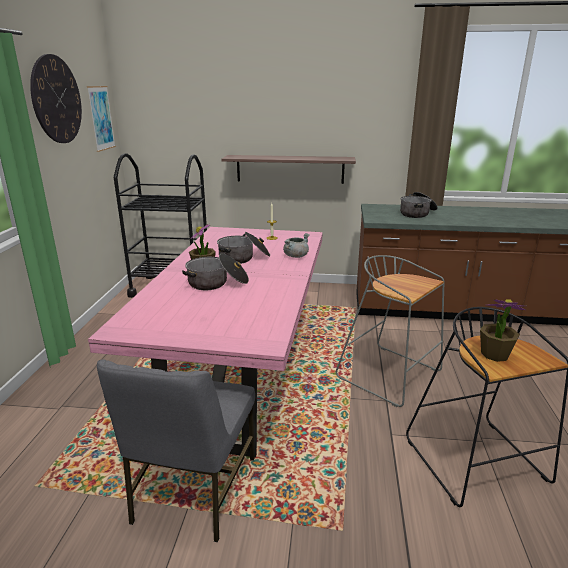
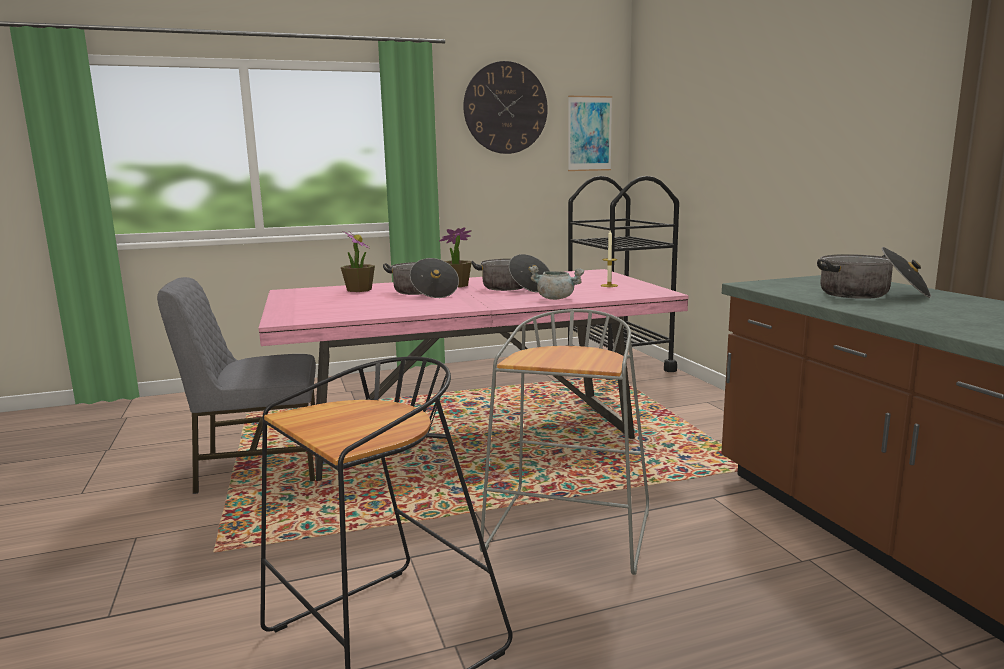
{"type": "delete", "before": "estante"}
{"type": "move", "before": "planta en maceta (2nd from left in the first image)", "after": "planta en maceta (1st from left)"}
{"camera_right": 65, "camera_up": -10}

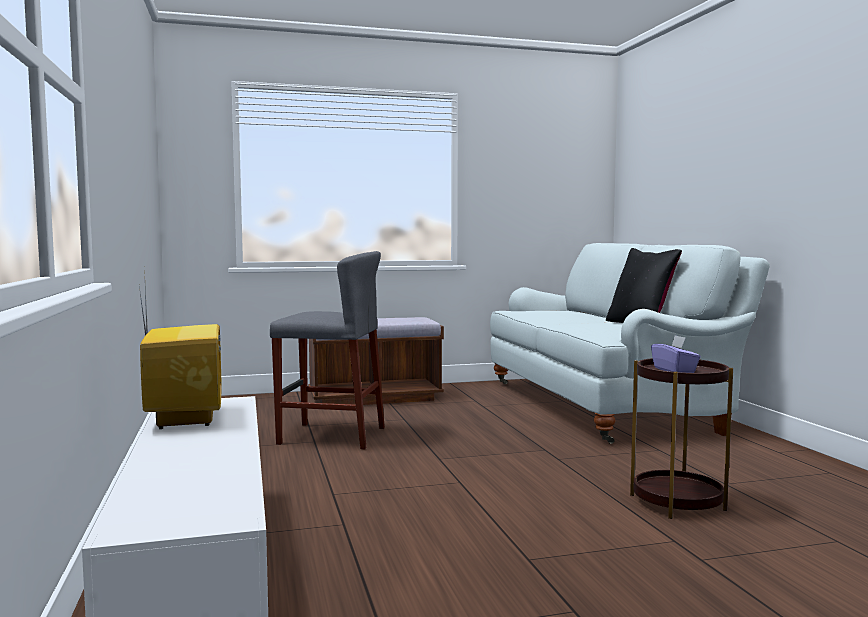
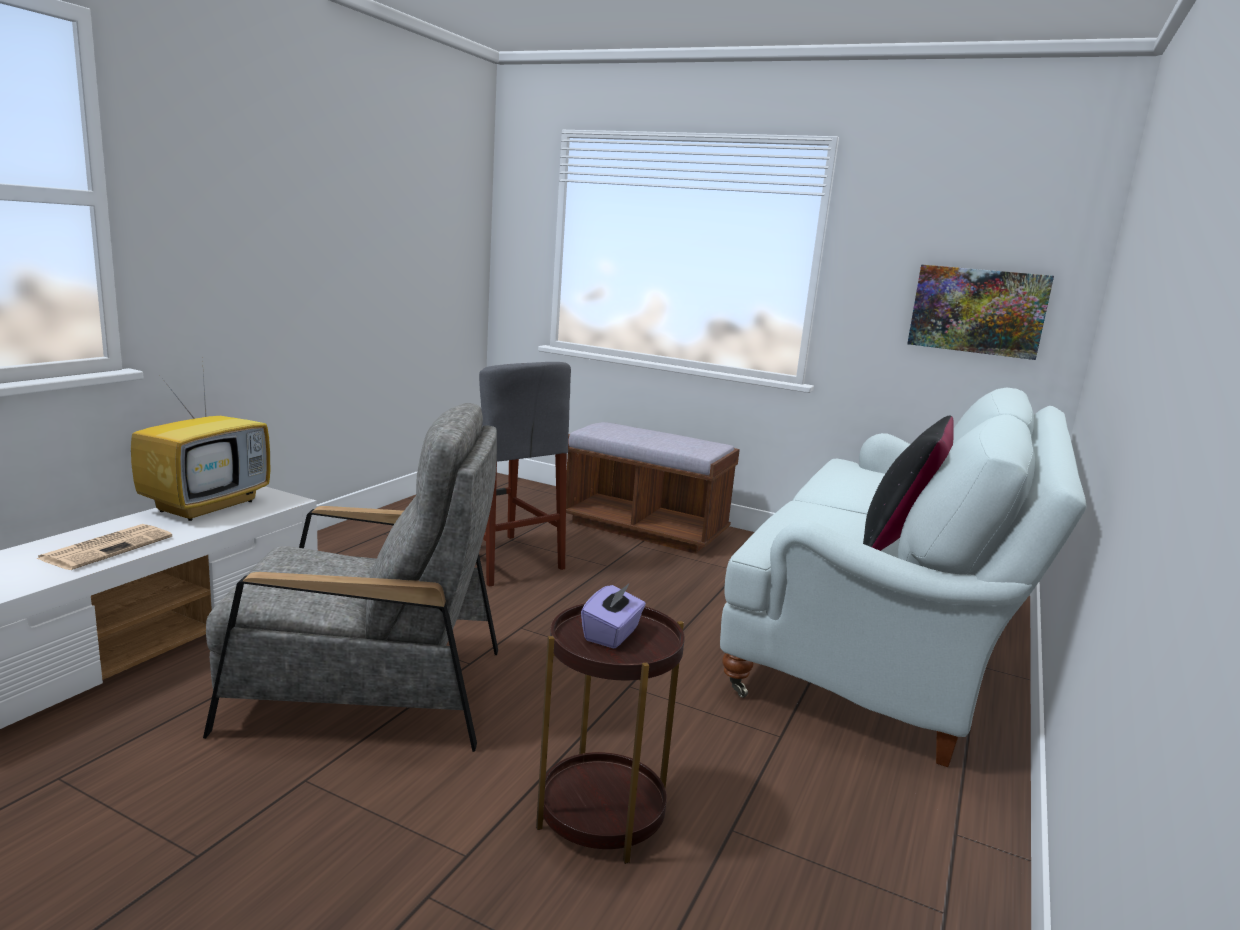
{"type": "insert", "after": "cuadro"}
{"type": "insert", "after": "sillón [gris]"}
{"type": "insert", "after": "periódico"}
{"camera_right": 40, "camera_up": 10}

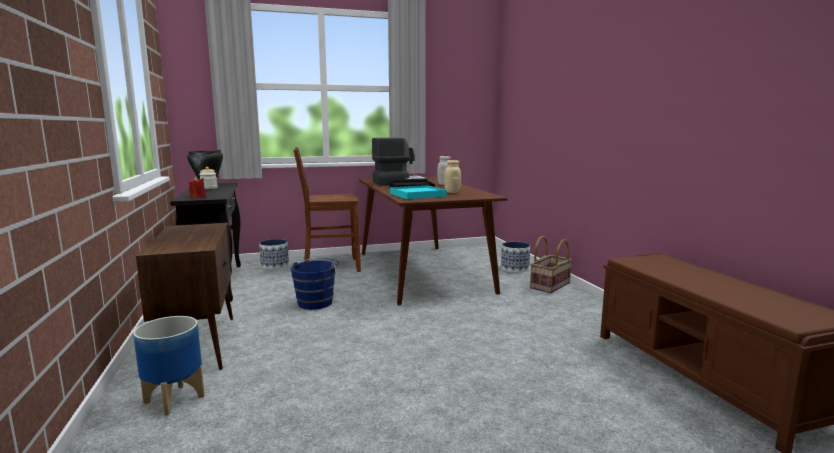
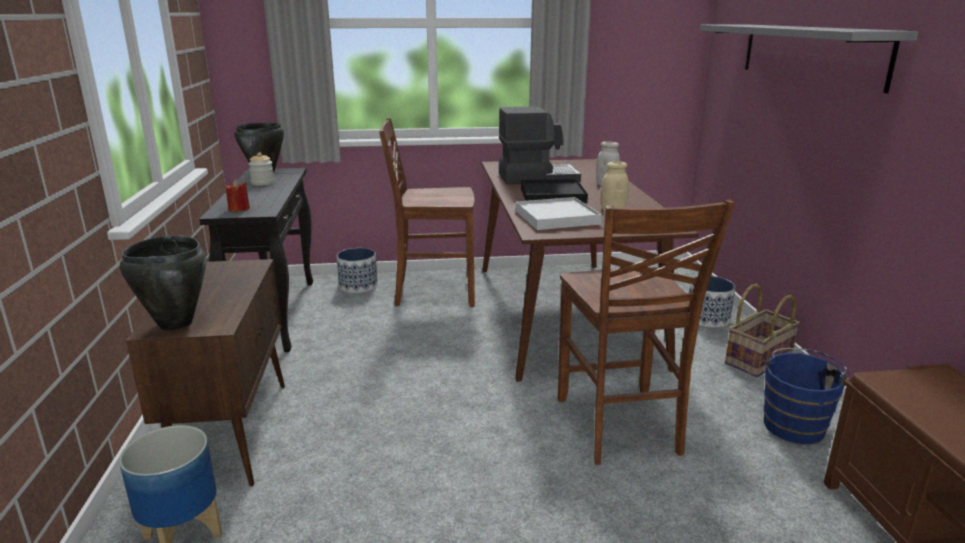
{"type": "recolor", "before": "bandeja [turquesa]", "after": "bandeja [blanco]"}
{"type": "move", "before": "cubo [azul]"}
{"type": "insert", "after": "estante [gris]"}
{"type": "insert", "after": "silla [marrón] (2nd from left)"}
{"type": "insert", "after": "olla [negro] (1st from left)"}
{"camera_right": 10, "camera_up": 10}

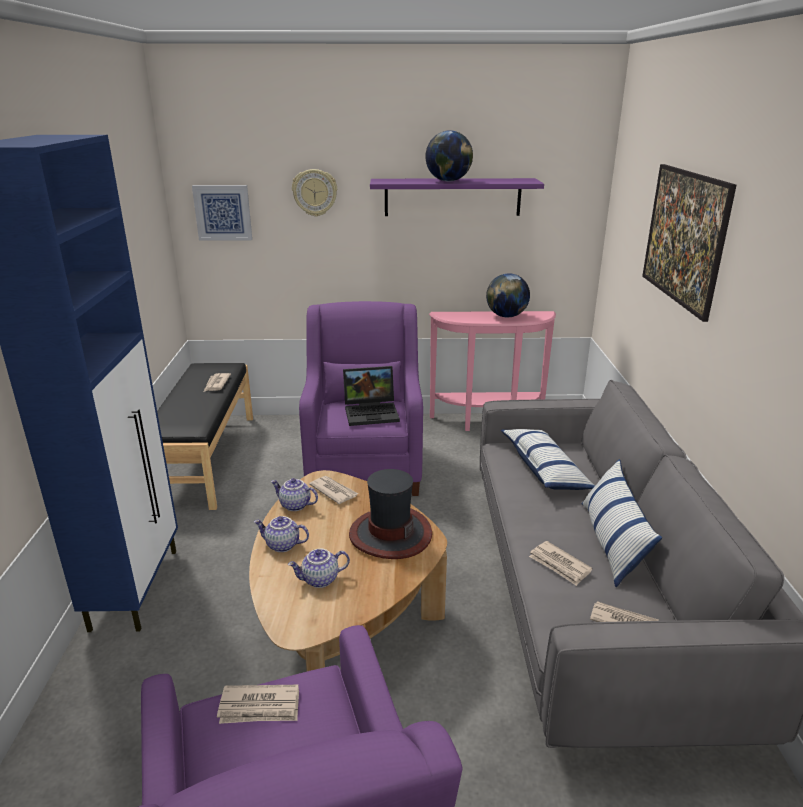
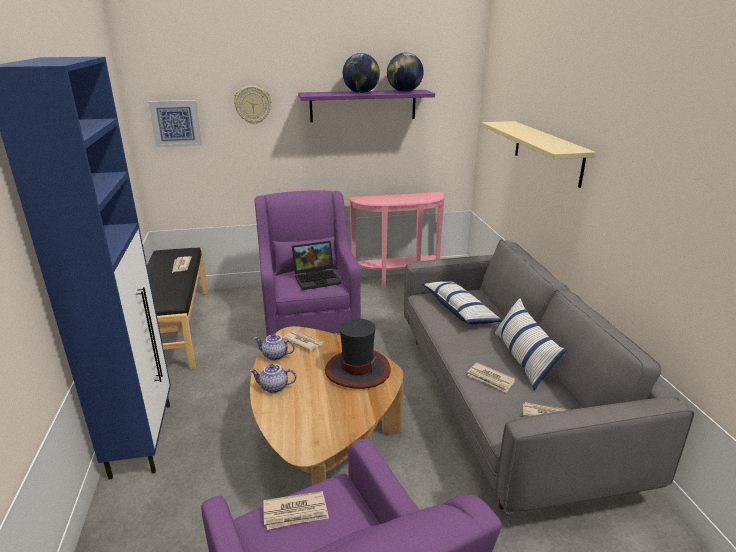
{"type": "replace", "before": "cuadro (2nd from left)", "after": "estante [beis]"}
{"type": "move", "before": "globo terráqueo (2nd from left)"}
{"type": "delete", "before": "tetera (3rd from left)"}
{"camera_right": -10, "camera_up": 0}

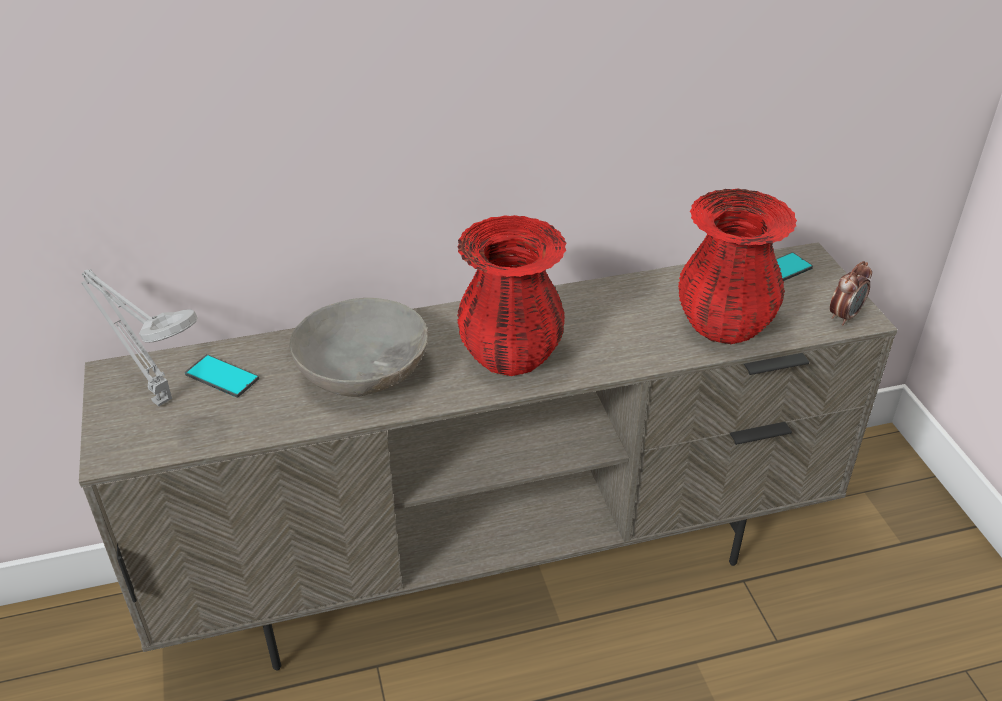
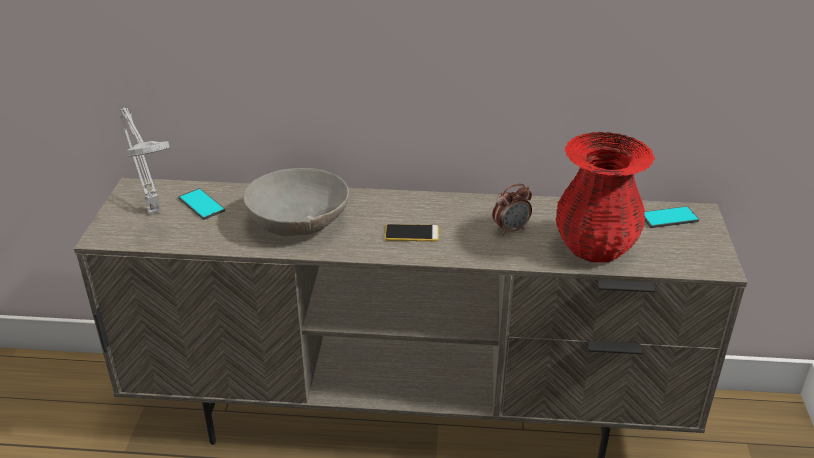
{"type": "replace", "before": "florero [rojo] (1st from left)", "after": "móvil (2nd from left)"}
{"type": "move", "before": "despertador"}
{"camera_right": 20, "camera_up": -5}

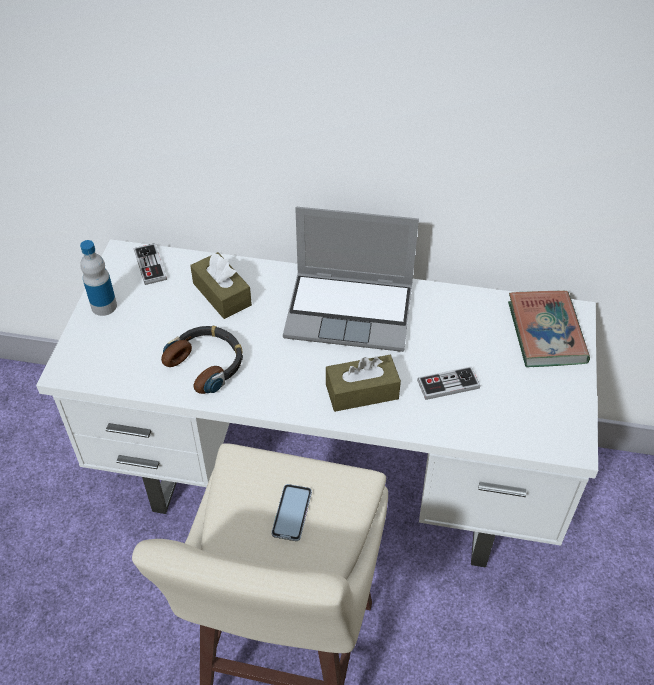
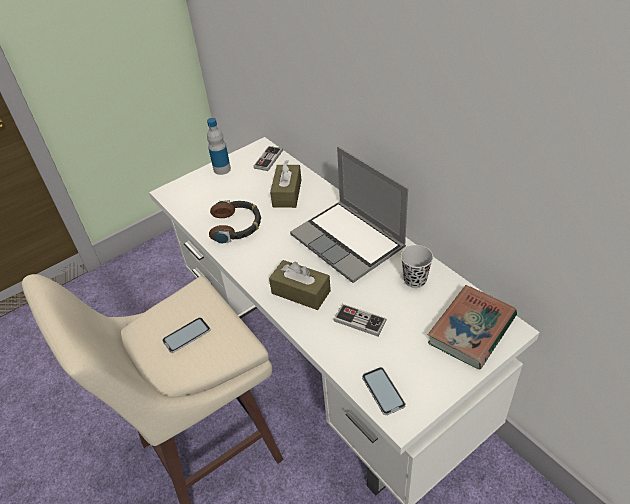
{"type": "insert", "after": "taza [negro]"}
{"type": "insert", "after": "móvil (2nd from left)"}
{"camera_right": 45, "camera_up": -5}

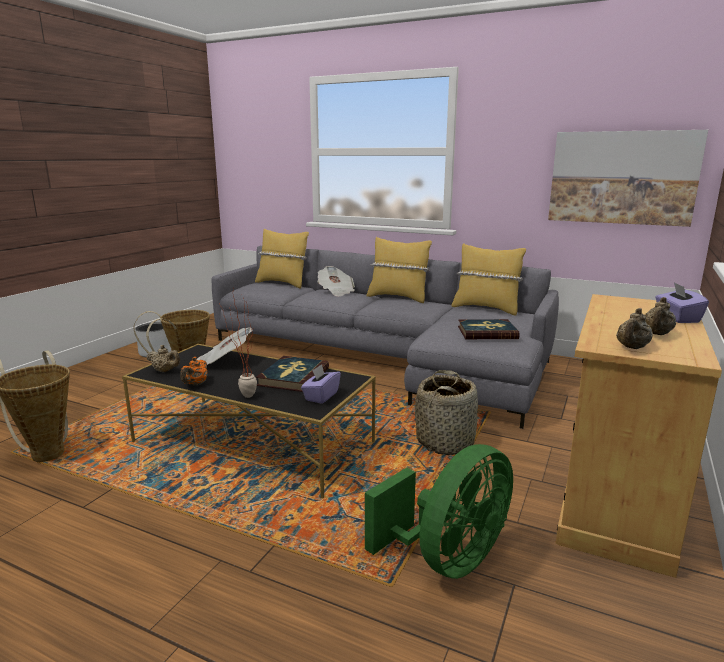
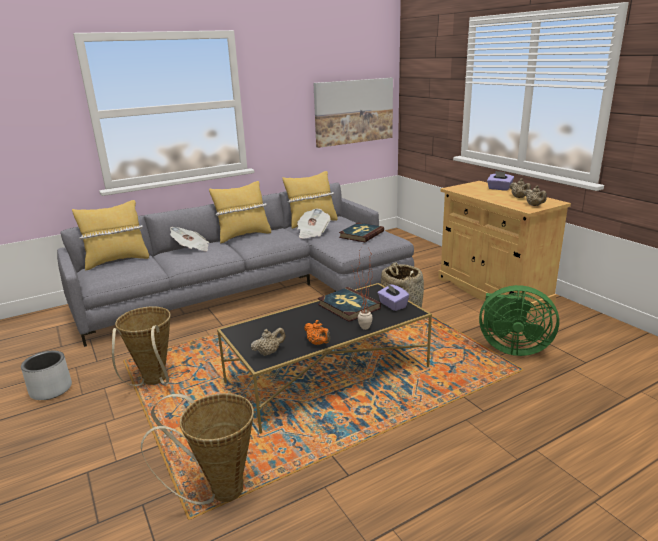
{"type": "move", "before": "periódico (1st from left in the first image)", "after": "periódico (2nd from left)"}
{"type": "rotate", "before": "ventilador [verde]", "turn": 120}
{"camera_right": -55, "camera_up": 5}

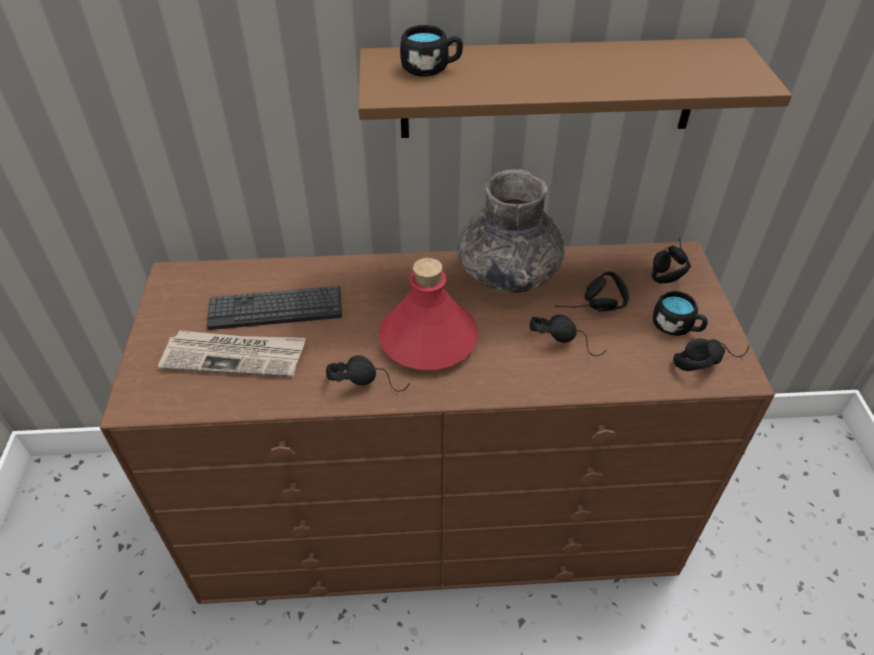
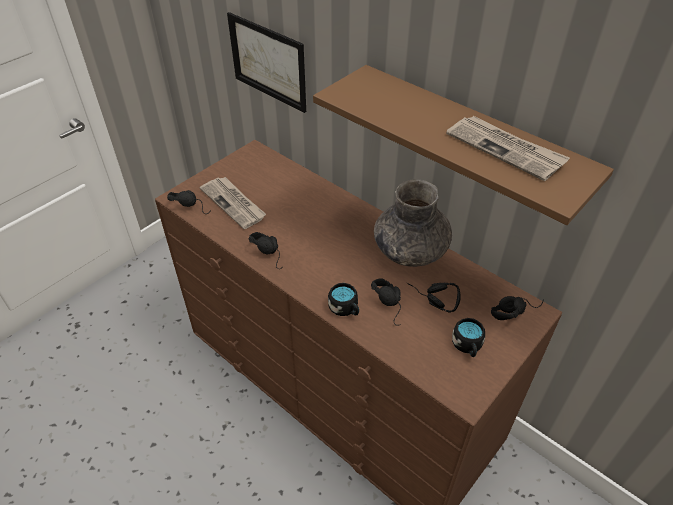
{"type": "move", "before": "taza grande [negro] (1st from left)"}
{"type": "delete", "before": "botella [rojo]"}
{"type": "delete", "before": "teclado"}
{"type": "move", "before": "auriculares [negro] (5th from left in the first image)", "after": "auriculares [negro] (1st from left)"}
{"type": "insert", "after": "cuadro"}
{"type": "insert", "after": "periódico (2nd from left)"}
{"camera_right": 45, "camera_up": 0}

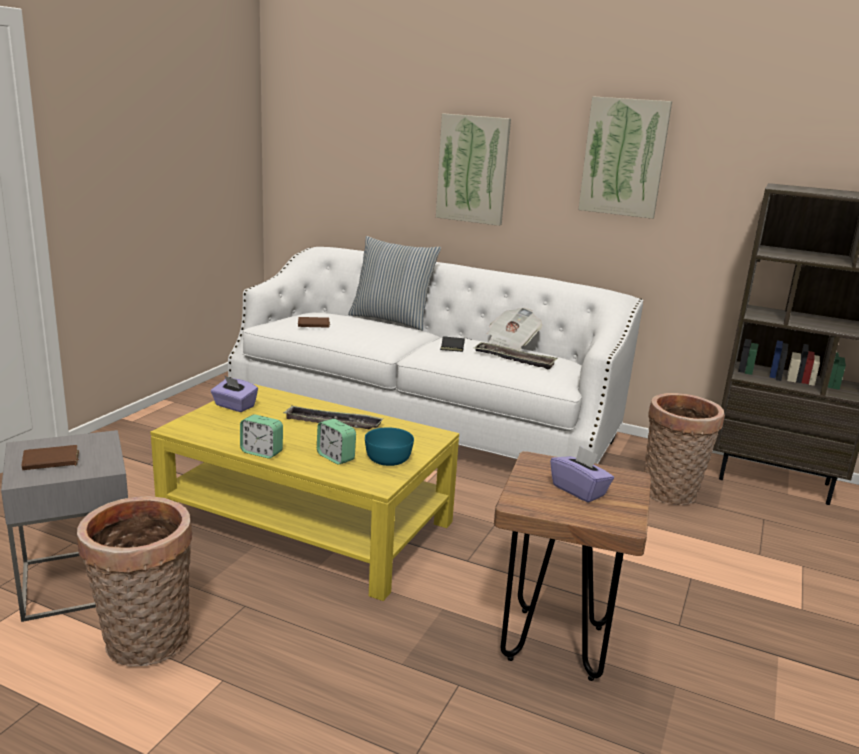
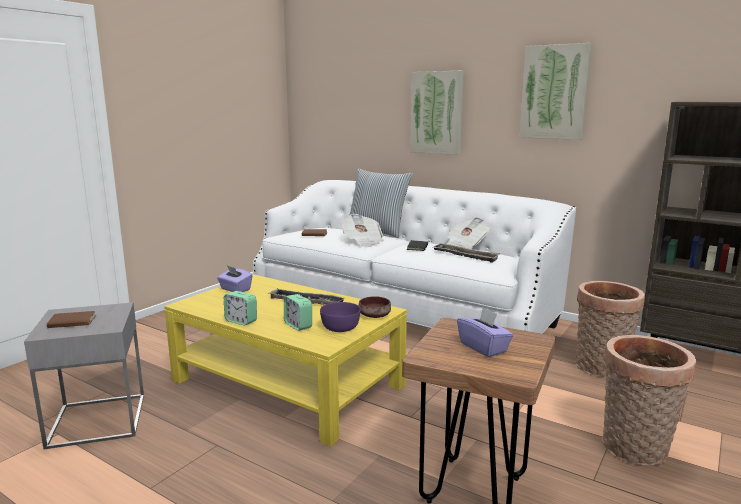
{"type": "recolor", "before": "cuenco [turquesa]", "after": "cuenco [morado]"}
{"type": "move", "before": "cesta (1st from left in the first image)", "after": "cesta (2nd from left)"}
{"type": "insert", "after": "periódico (1st from left)"}
{"type": "insert", "after": "cuenco [marrón]"}
{"camera_right": 10, "camera_up": -5}

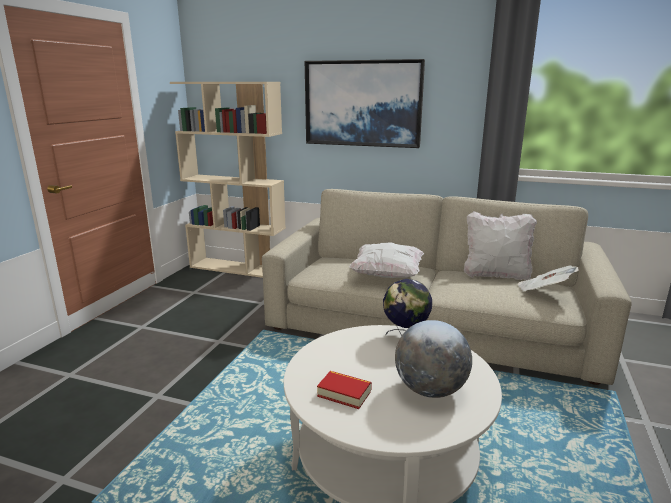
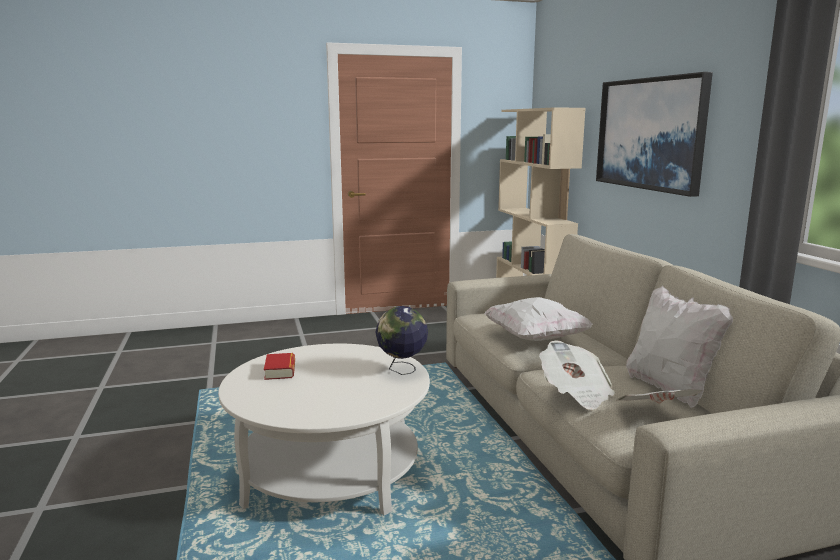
{"type": "delete", "before": "globo terráqueo (2nd from left)"}
{"type": "insert", "after": "periódico (1st from left)"}
{"camera_right": 55, "camera_up": -5}

